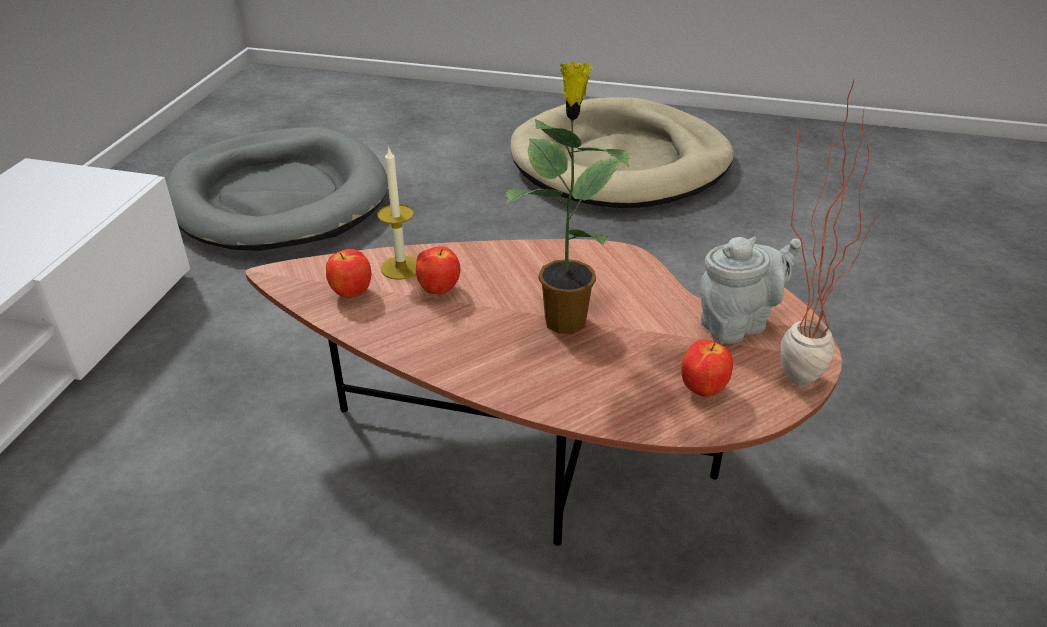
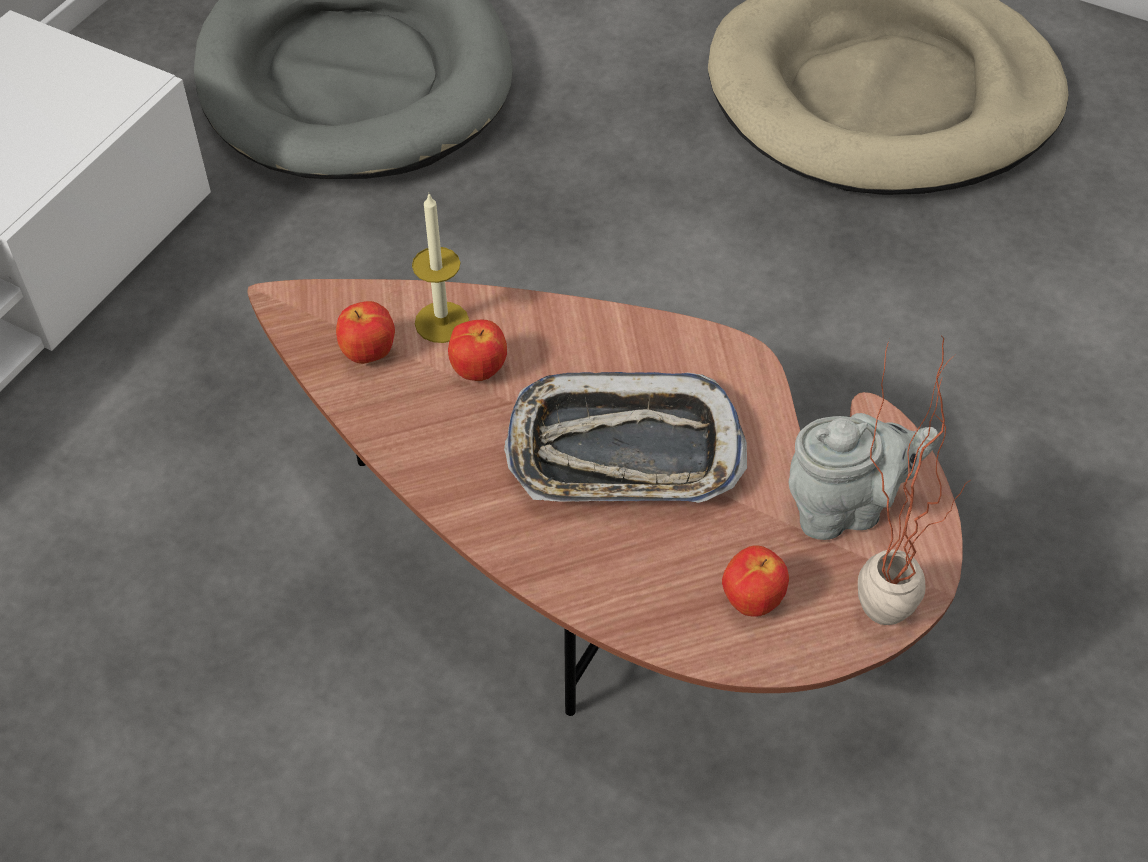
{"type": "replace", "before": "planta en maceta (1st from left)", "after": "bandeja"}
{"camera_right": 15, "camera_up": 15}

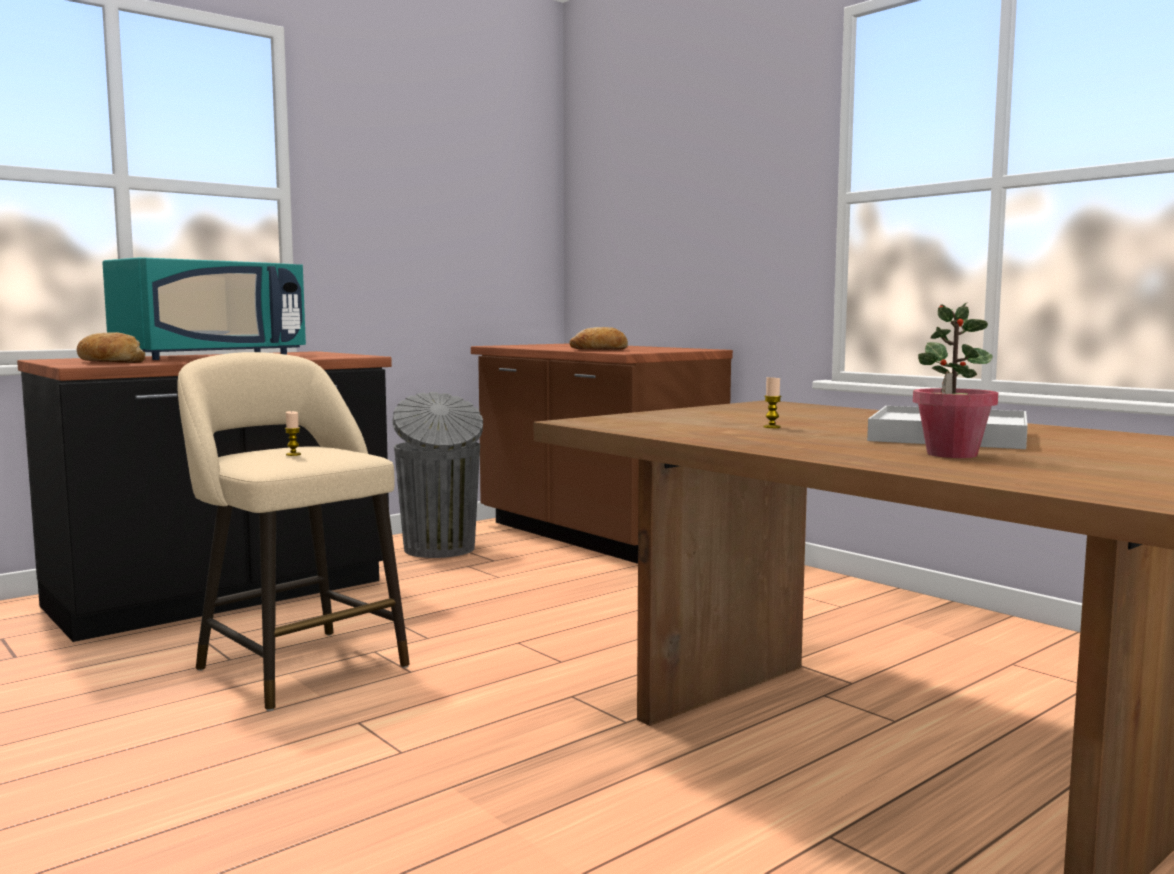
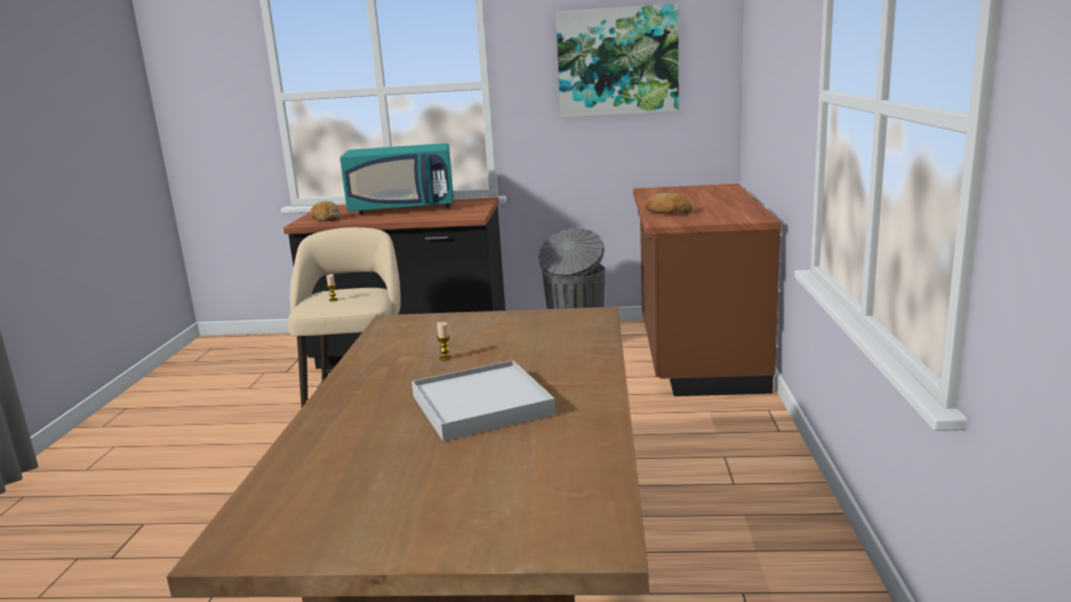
{"type": "delete", "before": "planta en maceta"}
{"type": "insert", "after": "cuadro"}
{"camera_right": 45, "camera_up": 10}

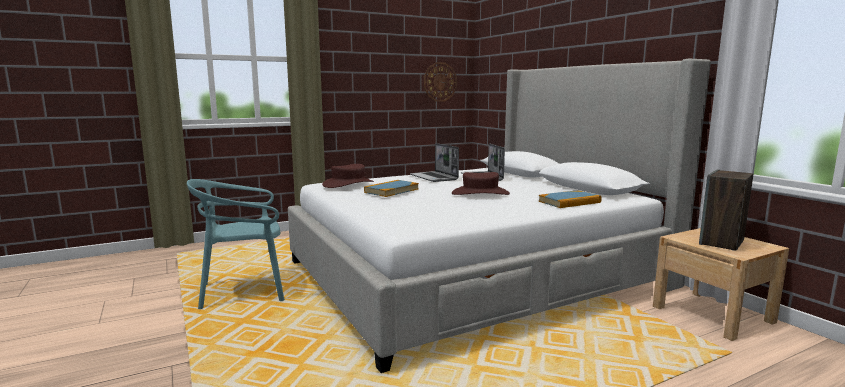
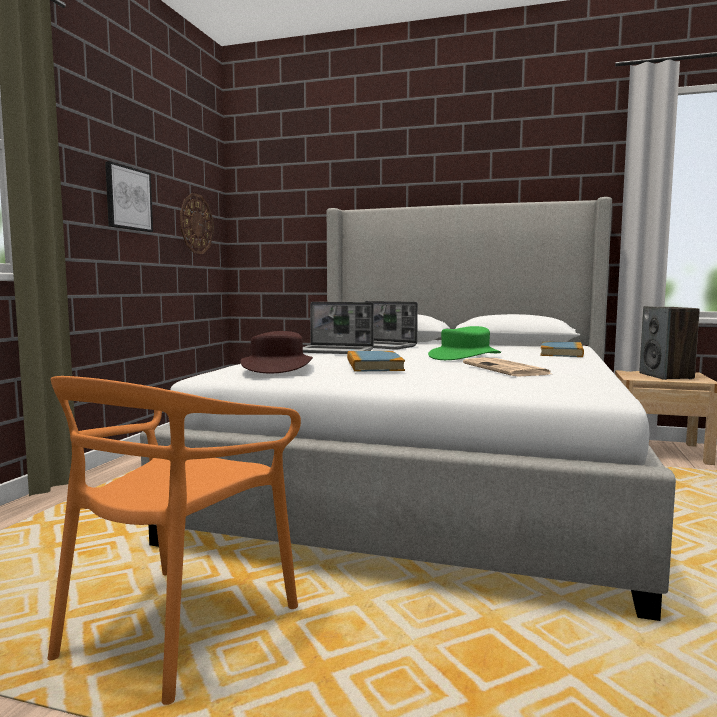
{"type": "recolor", "before": "sombrero [marrón] (2nd from left)", "after": "sombrero [verde]"}
{"type": "recolor", "before": "silla [turquesa]", "after": "silla [naranja]"}
{"type": "insert", "after": "cuadro"}
{"type": "insert", "after": "periódico"}
{"camera_right": -45, "camera_up": -5}

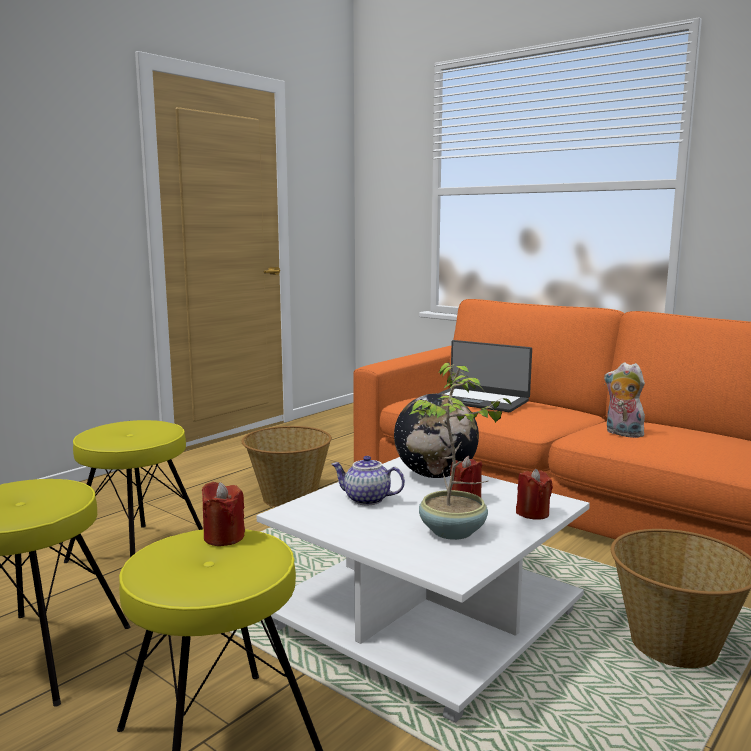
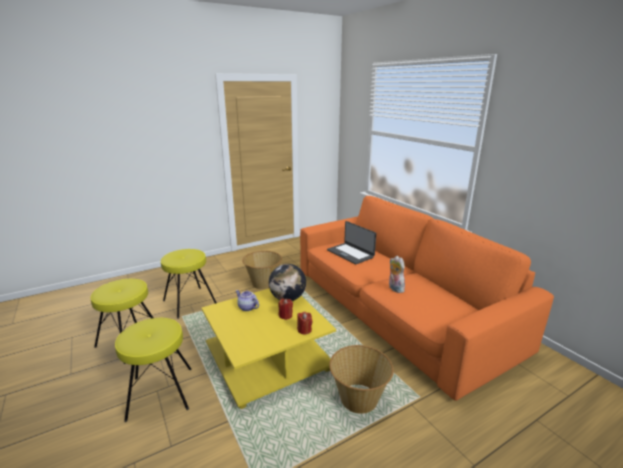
{"type": "delete", "before": "planta en maceta"}
{"type": "recolor", "before": "mesa de centro [blanco]", "after": "mesa de centro [amarillo]"}
{"type": "delete", "before": "vela [rojo] (1st from left)"}
{"camera_right": 20, "camera_up": 10}

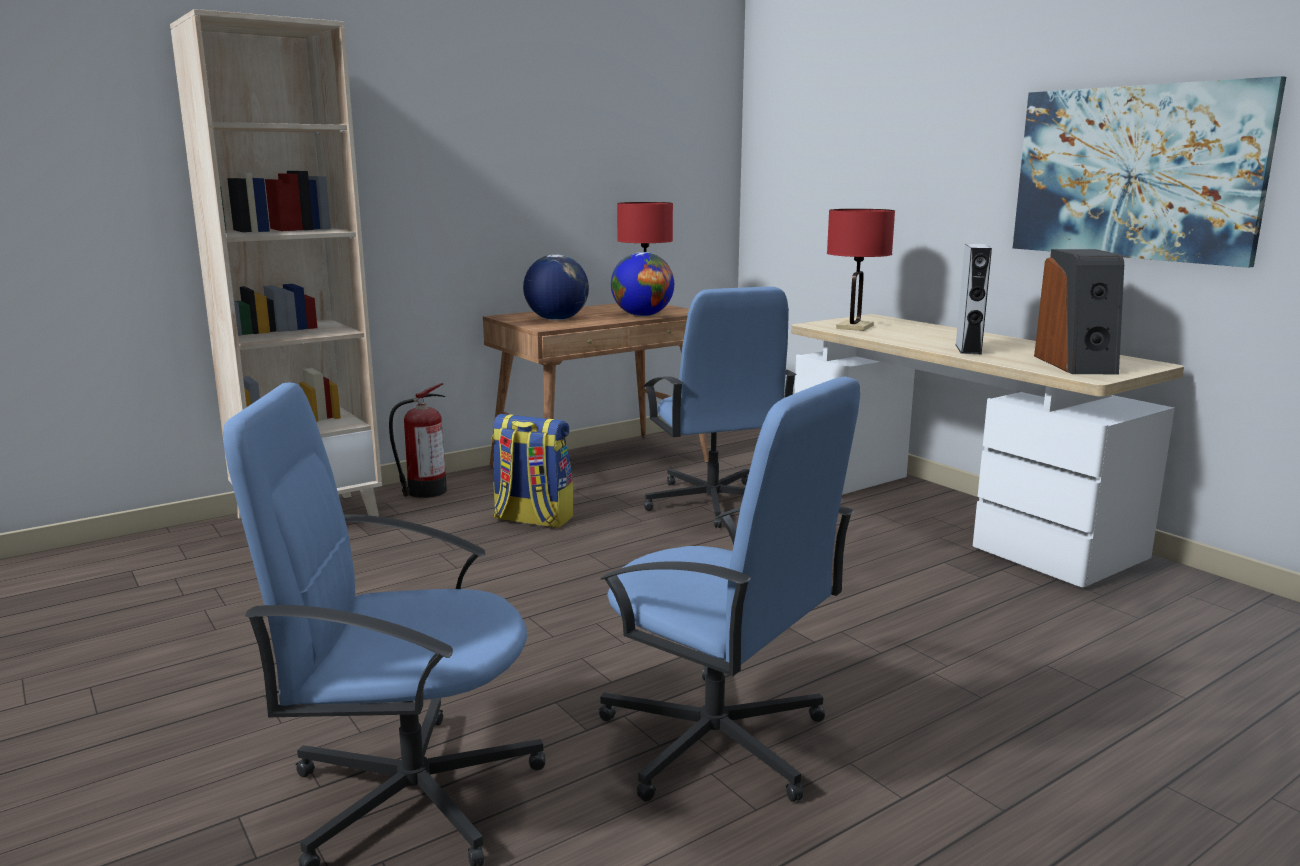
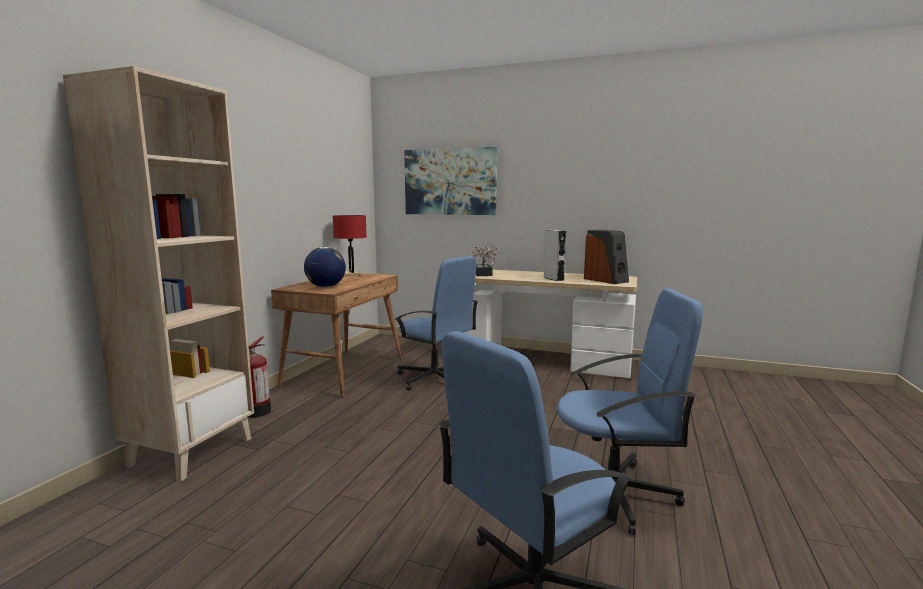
{"type": "move", "before": "cuadro"}
{"type": "replace", "before": "lámpara de mesa [rojo] (2nd from left)", "after": "planta en maceta"}
{"type": "delete", "before": "globo terráqueo (2nd from left)"}
{"type": "delete", "before": "mochila"}
{"camera_right": -35, "camera_up": -5}

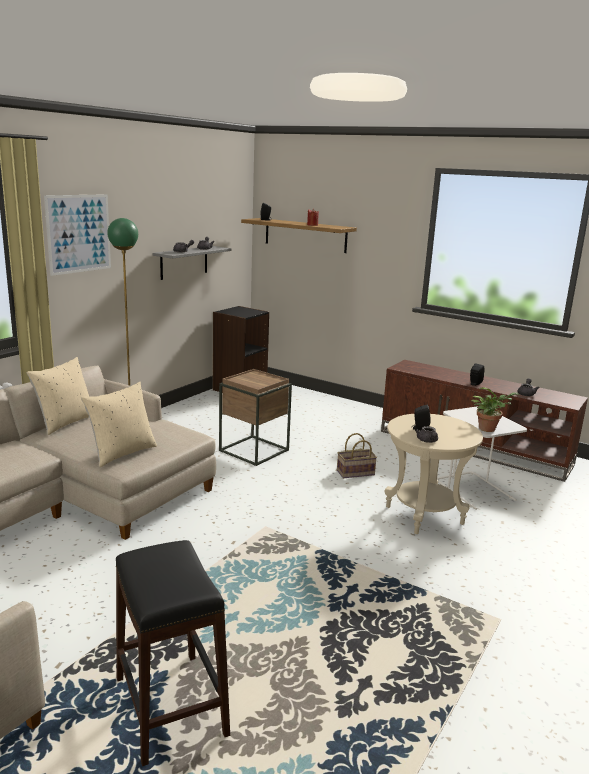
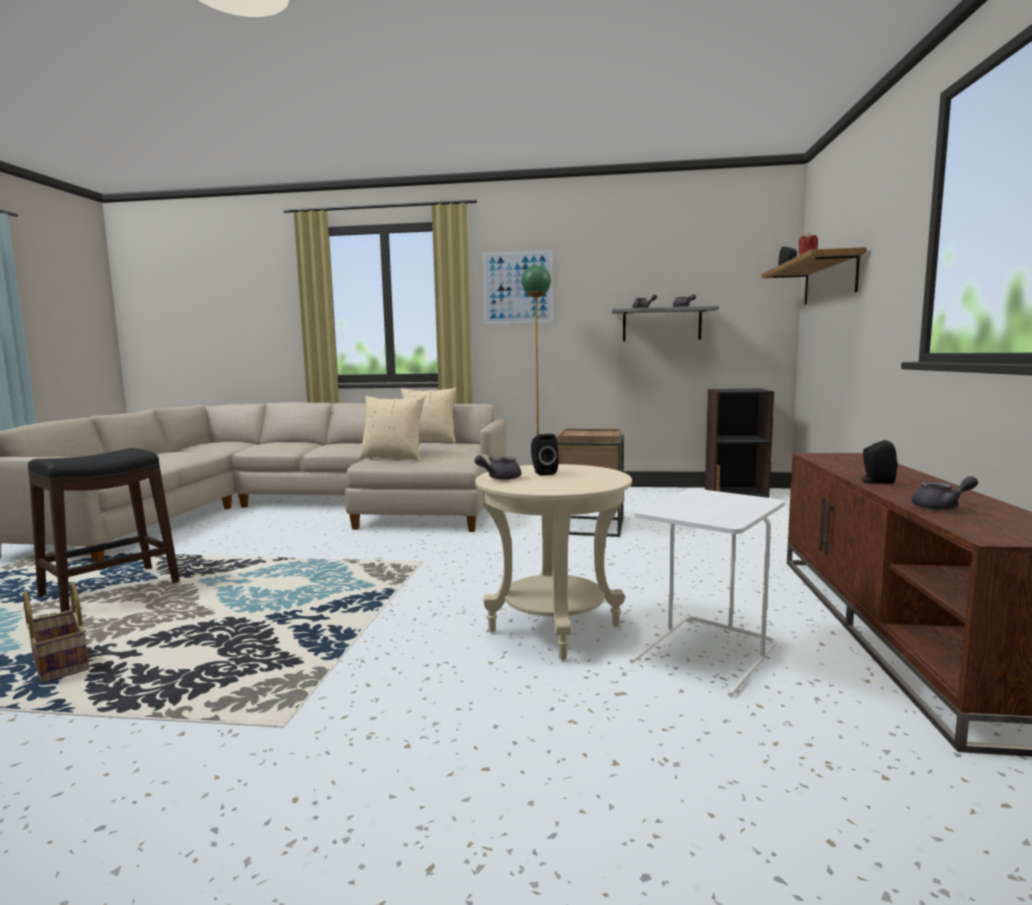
{"type": "delete", "before": "planta en maceta"}
{"type": "move", "before": "cesta"}
{"camera_right": 65, "camera_up": -10}

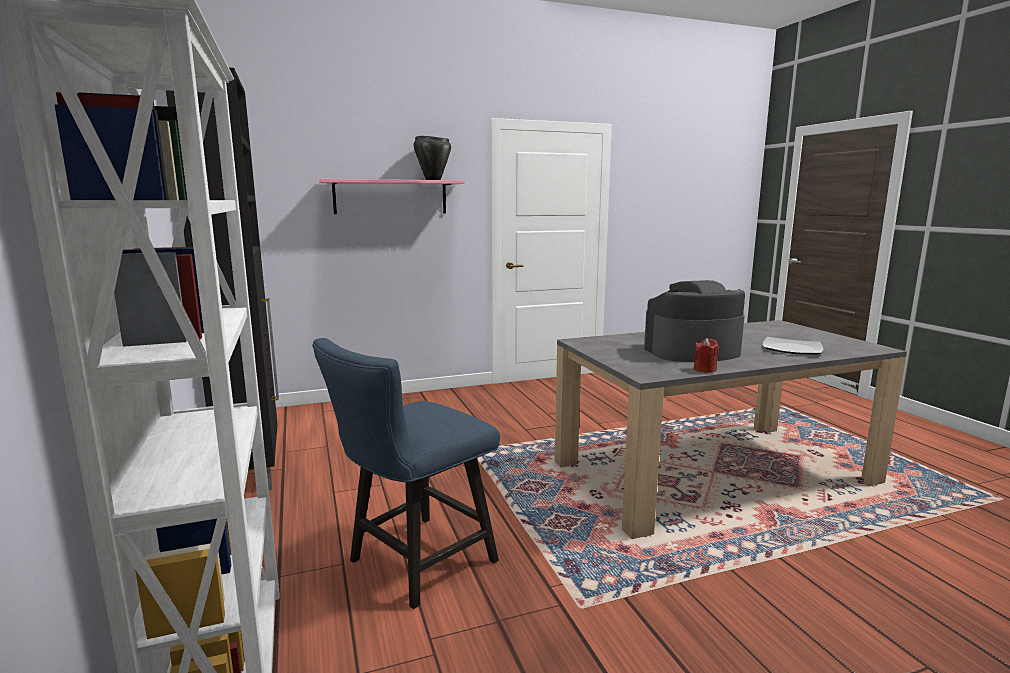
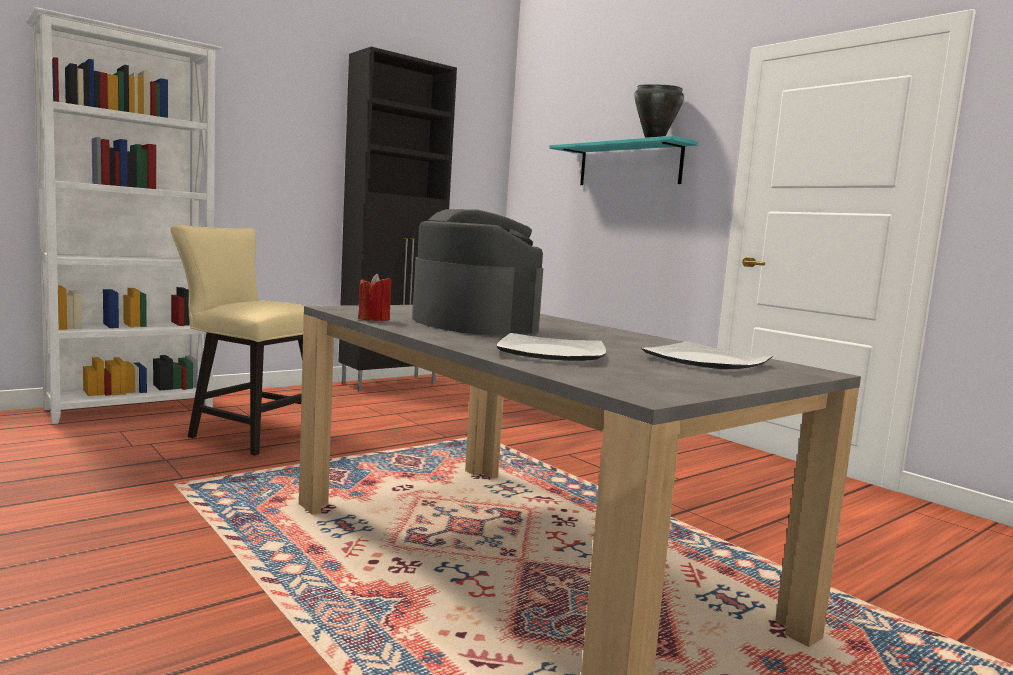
{"type": "recolor", "before": "estante [rosa]", "after": "estante [turquesa]"}
{"type": "recolor", "before": "silla [azul]", "after": "silla [beis]"}
{"type": "insert", "after": "plato (2nd from left)"}
{"camera_right": 70, "camera_up": -5}

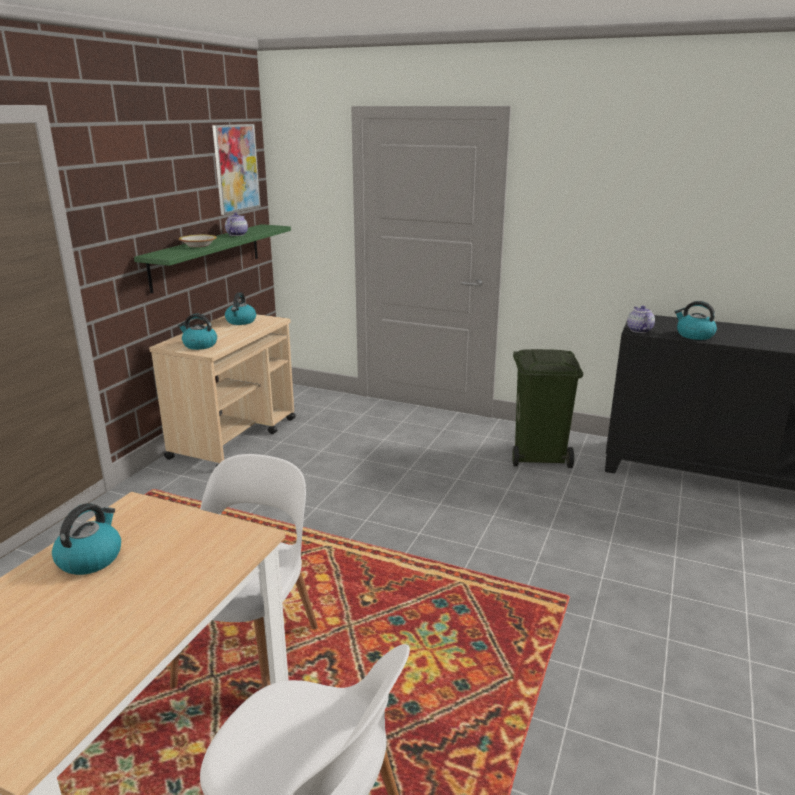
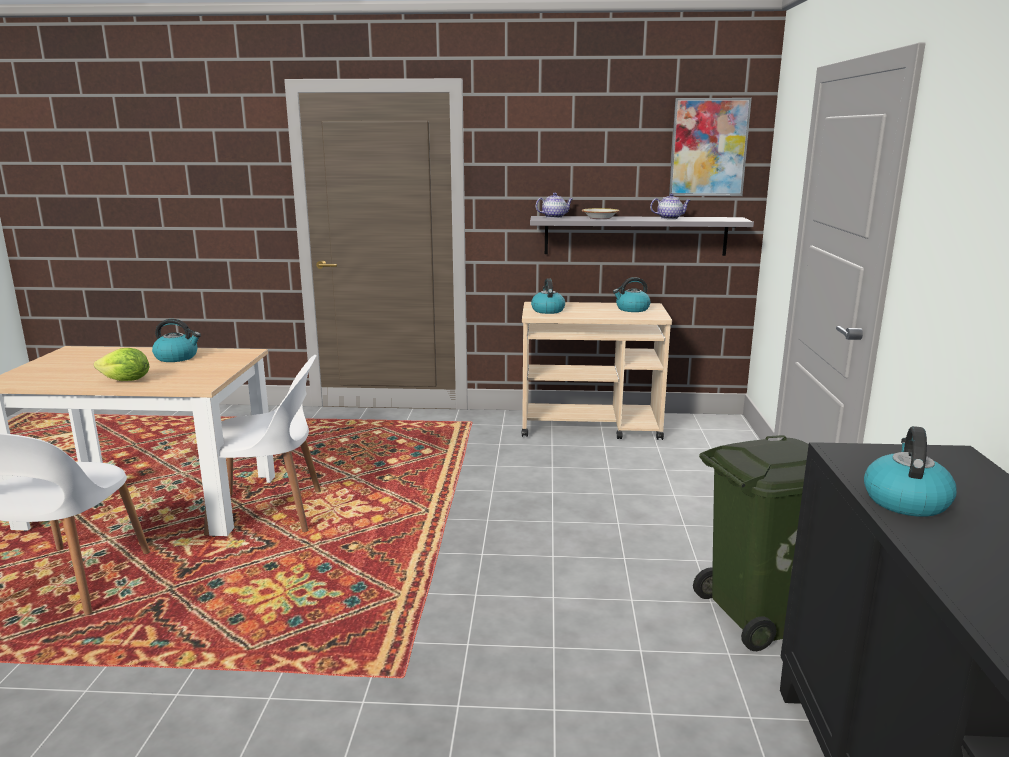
{"type": "recolor", "before": "estante [verde]", "after": "estante [gris]"}
{"type": "move", "before": "tetera (2nd from left in the first image)", "after": "tetera (1st from left)"}
{"type": "insert", "after": "lechuga"}
{"camera_right": 70, "camera_up": -5}

